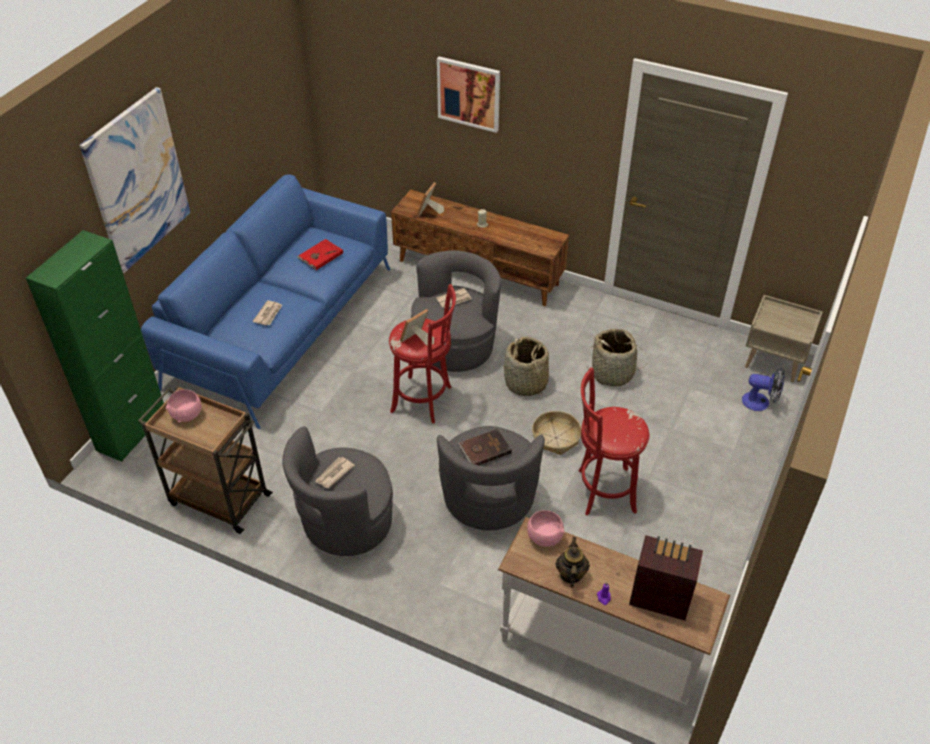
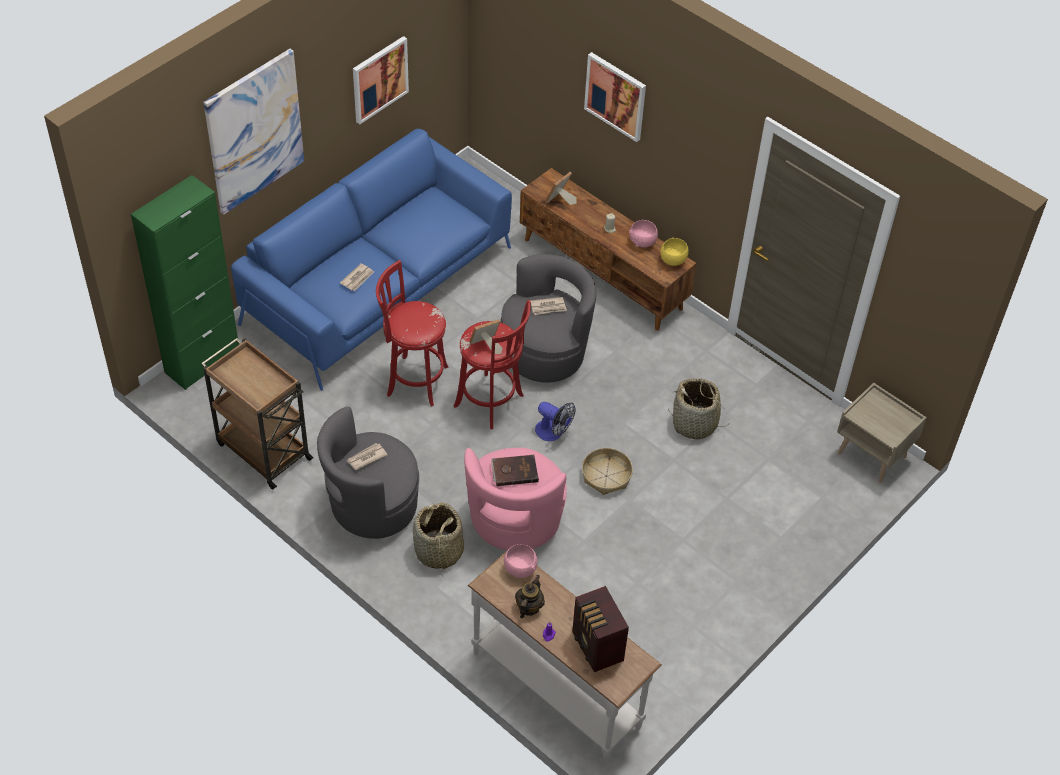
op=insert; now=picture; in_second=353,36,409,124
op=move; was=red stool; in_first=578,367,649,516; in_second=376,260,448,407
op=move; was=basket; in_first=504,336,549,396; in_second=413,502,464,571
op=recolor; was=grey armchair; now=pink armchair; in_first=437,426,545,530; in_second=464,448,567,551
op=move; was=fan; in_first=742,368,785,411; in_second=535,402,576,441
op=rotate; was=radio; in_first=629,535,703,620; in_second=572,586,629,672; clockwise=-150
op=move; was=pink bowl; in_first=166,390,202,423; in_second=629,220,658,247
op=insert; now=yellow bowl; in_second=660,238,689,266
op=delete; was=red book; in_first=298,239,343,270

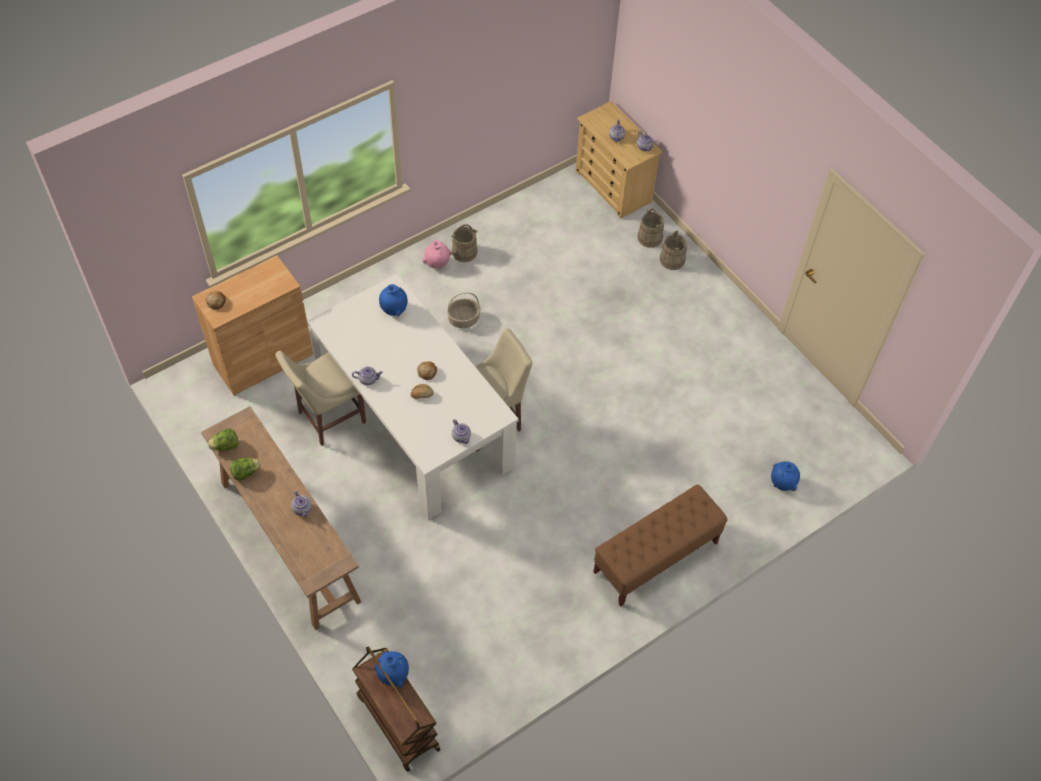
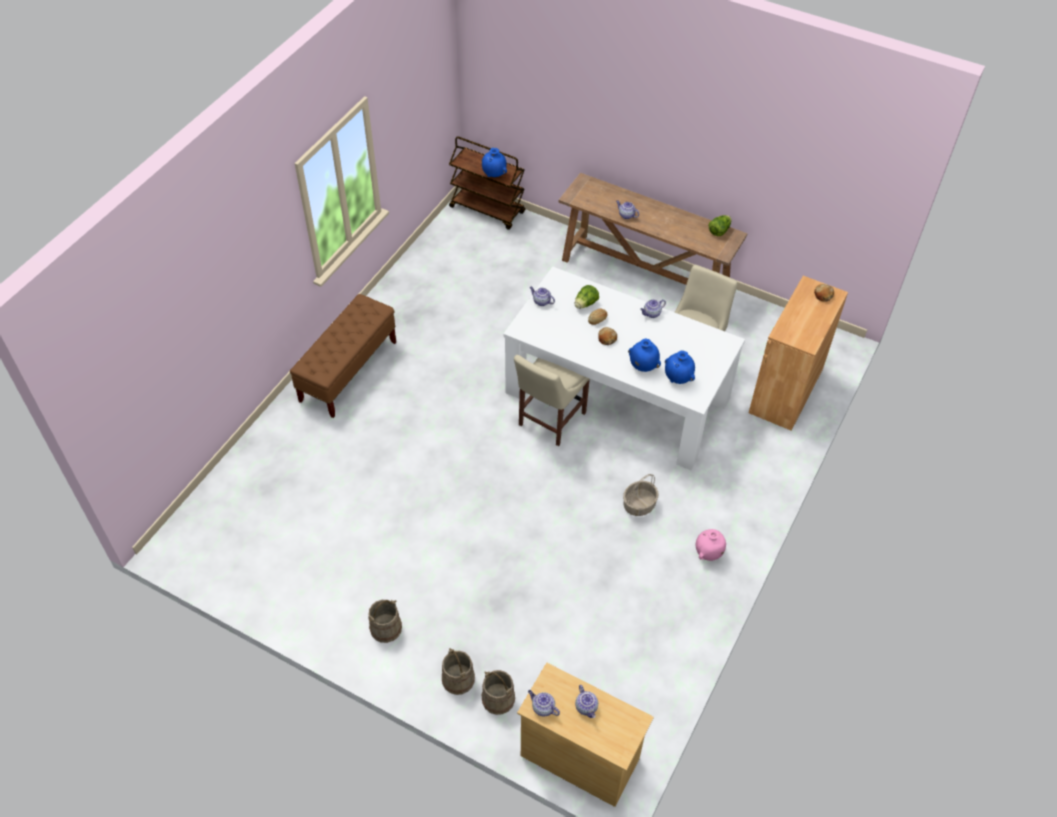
op=move; was=beige bucket; in_first=451,225,478,262; in_second=368,600,402,643
op=move; was=lettuce; in_first=230,458,261,481; in_second=574,285,599,309
op=move; was=blue vase; in_first=771,462,800,491; in_second=628,339,661,372

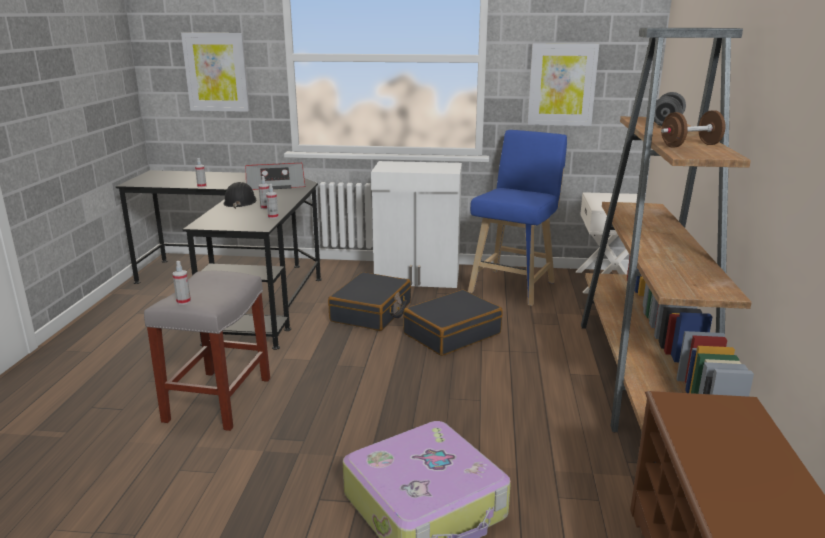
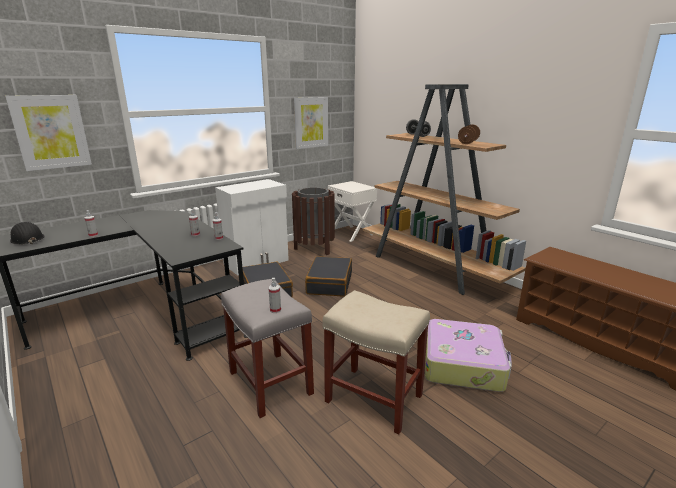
op=move; was=black hard hat; in_first=224,182,256,209; in_second=10,222,45,245
op=replace; was=blue stool; now=brown trash can; in_first=468,130,567,306; in_second=292,187,335,255
op=insert; now=beige stool; in_second=323,290,430,434
op=delete; was=radio; in_first=246,163,305,190

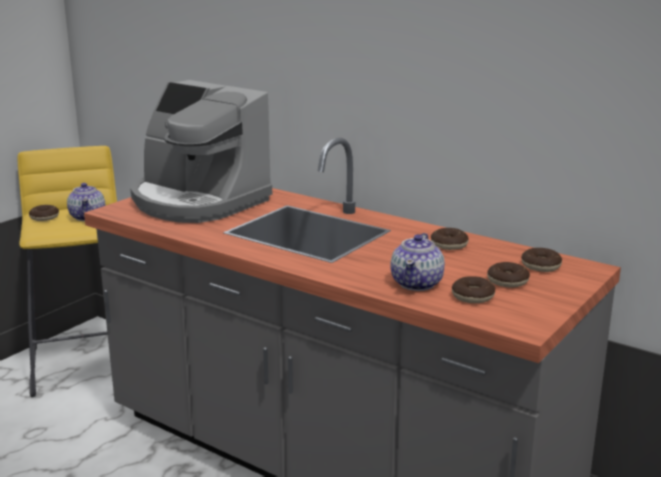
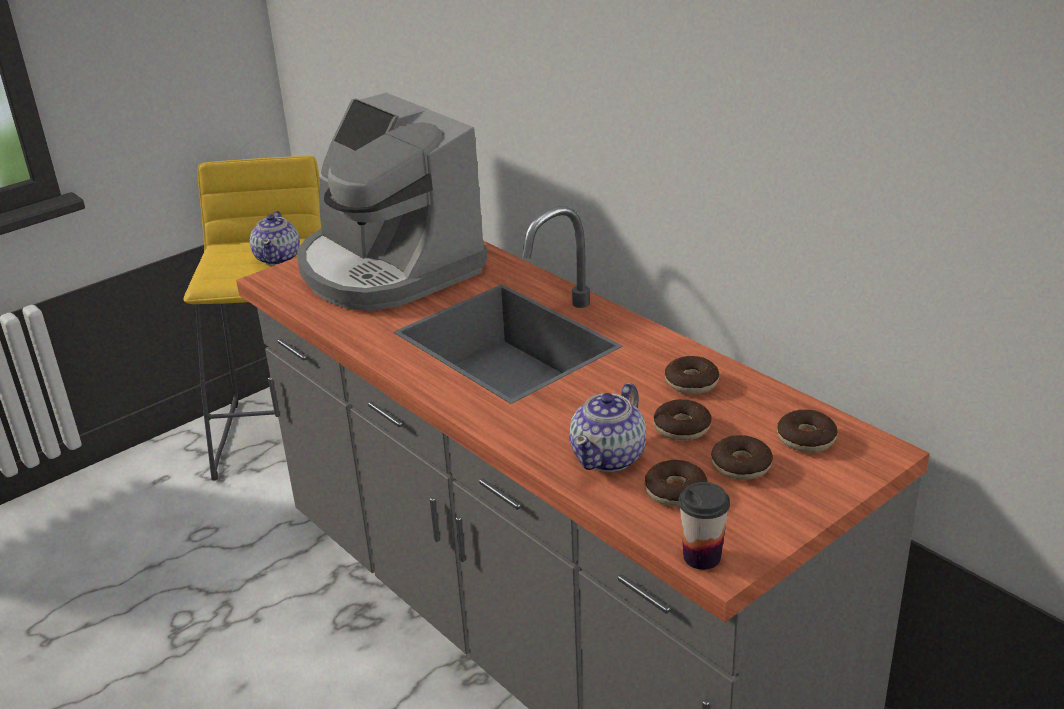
op=move; was=donut; in_first=29,205,59,221; in_second=653,399,711,441
op=insert; now=cup; in_second=679,482,730,570

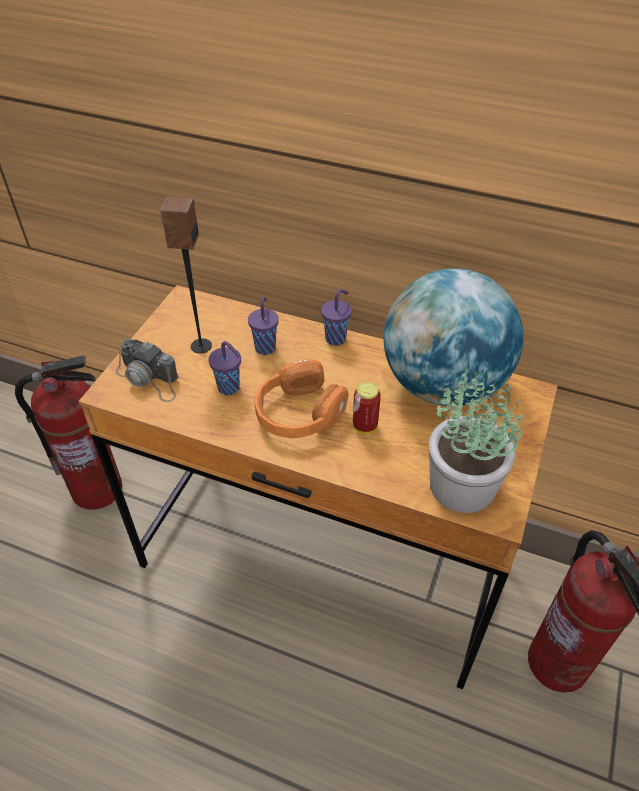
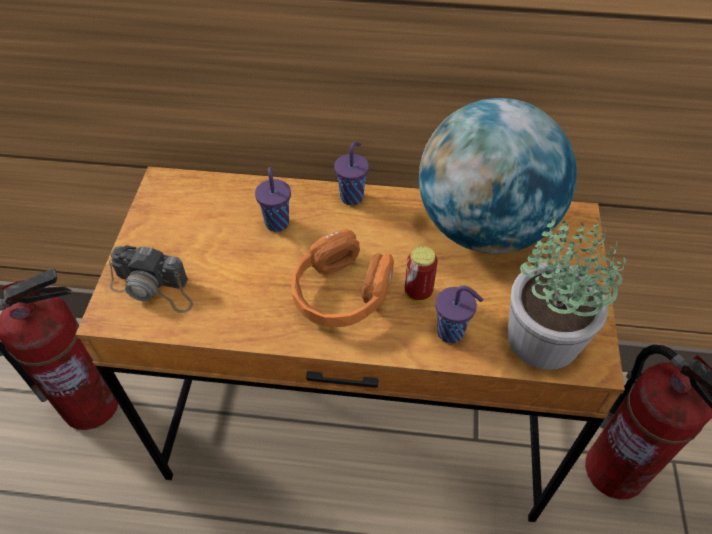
op=move; was=purple cup; in_first=208,341,241,395; in_second=435,286,483,343
op=delete; was=speaker; in_first=160,197,212,353

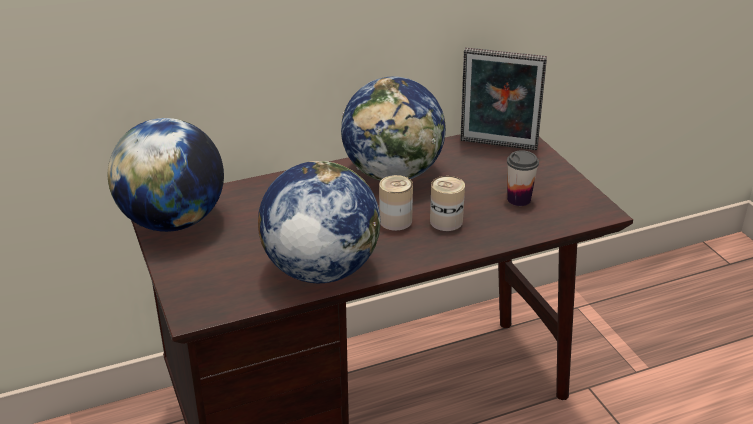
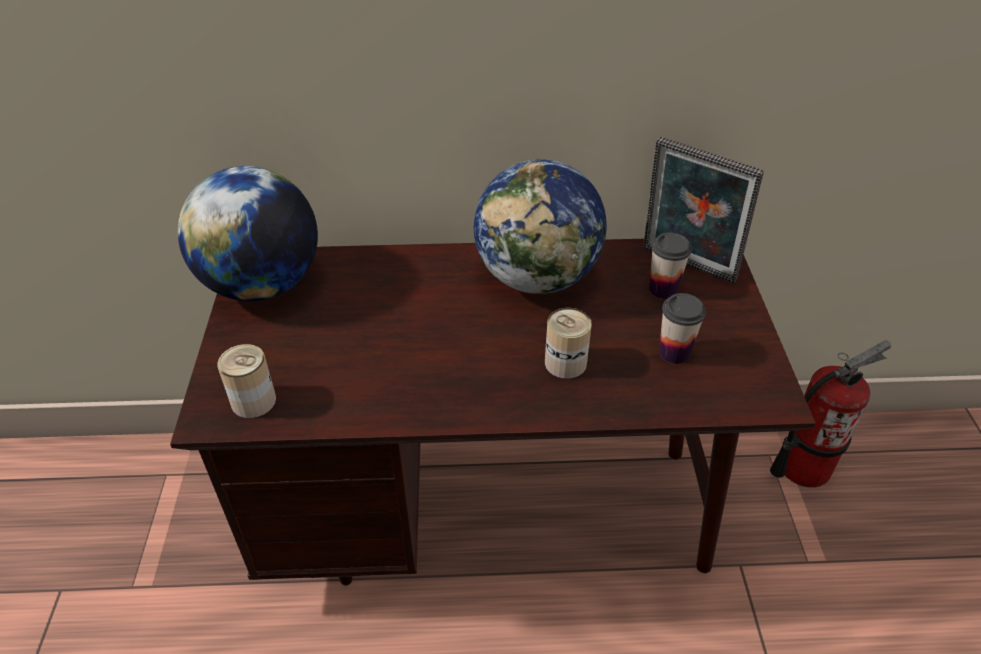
op=move; was=can; in_first=379,175,413,231; in_second=217,344,276,418
op=insert; now=cup; in_second=649,233,692,299
op=insert; now=fire extinguisher; in_second=770,340,891,488
op=delete; was=globe; in_first=258,161,380,283

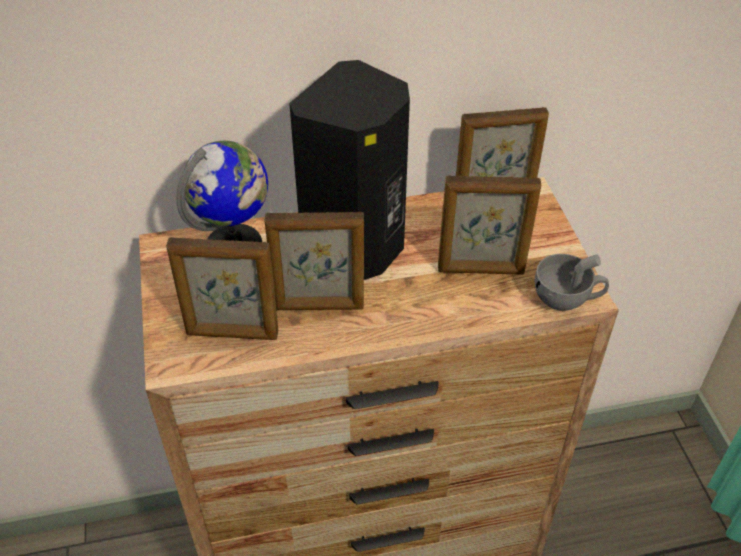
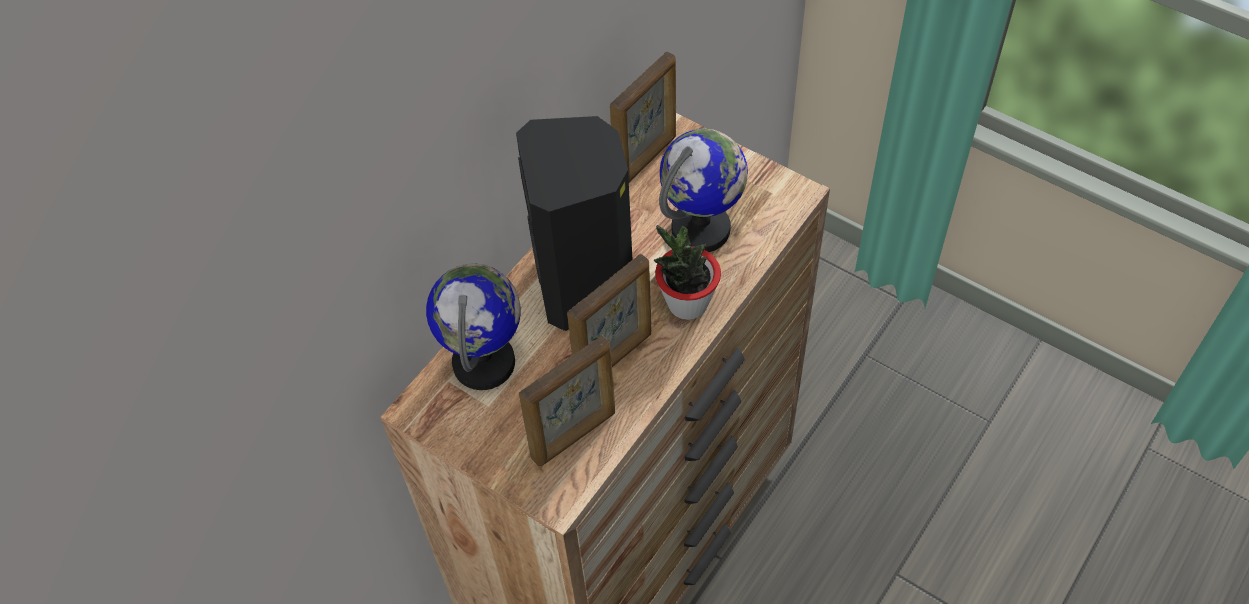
op=insert; now=potted plant; in_second=654,225,721,320
op=replace; was=picture frame; now=globe; in_first=438,175,541,274; in_second=659,129,748,252
op=delete; was=grey cup; in_first=535,254,609,311

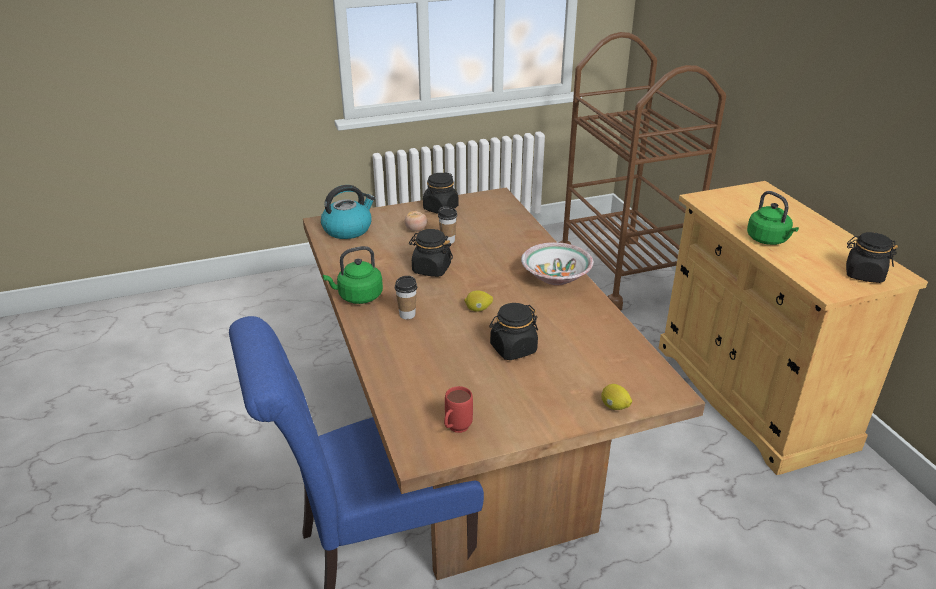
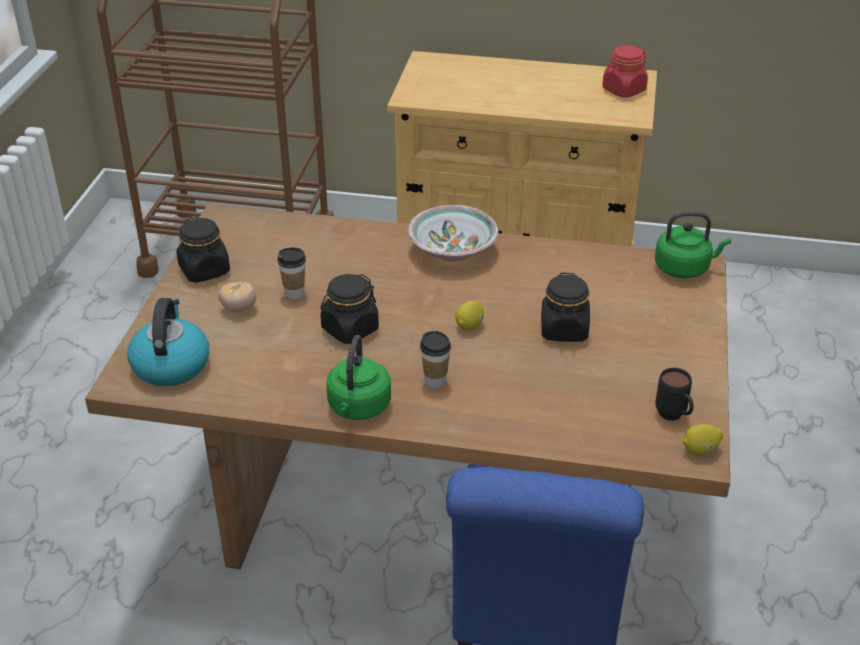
op=recolor; was=black jar; now=red jar; in_first=846,232,898,283; in_second=602,45,648,98
op=move; was=green kettle; in_first=747,191,799,245; in_second=655,211,731,278
op=recolor; was=red mug; now=black mug; in_first=444,386,473,433; in_second=655,368,694,421
op=move; was=lemon; in_first=601,384,632,410; in_second=683,424,723,456

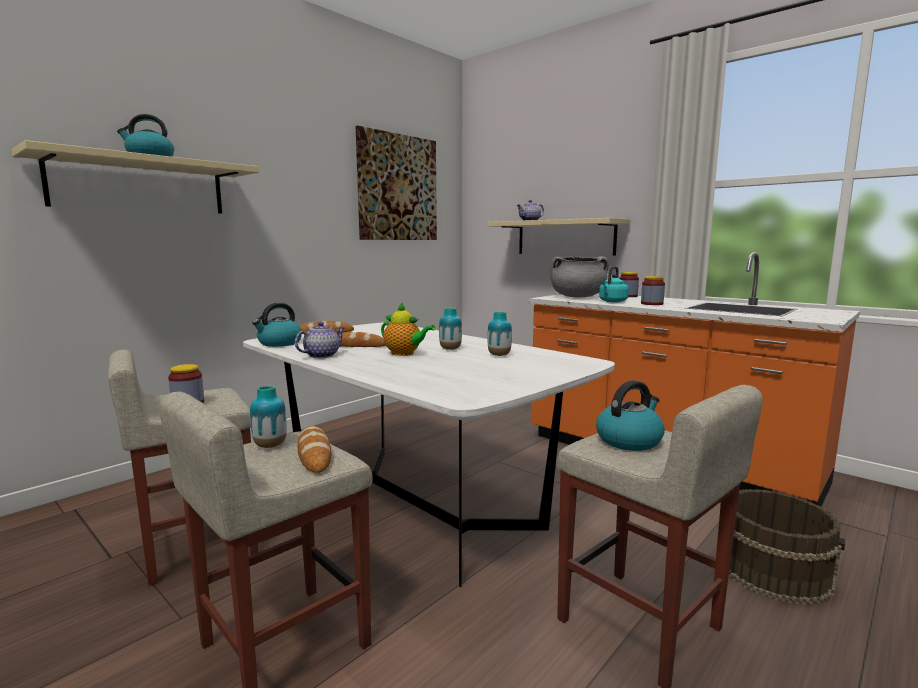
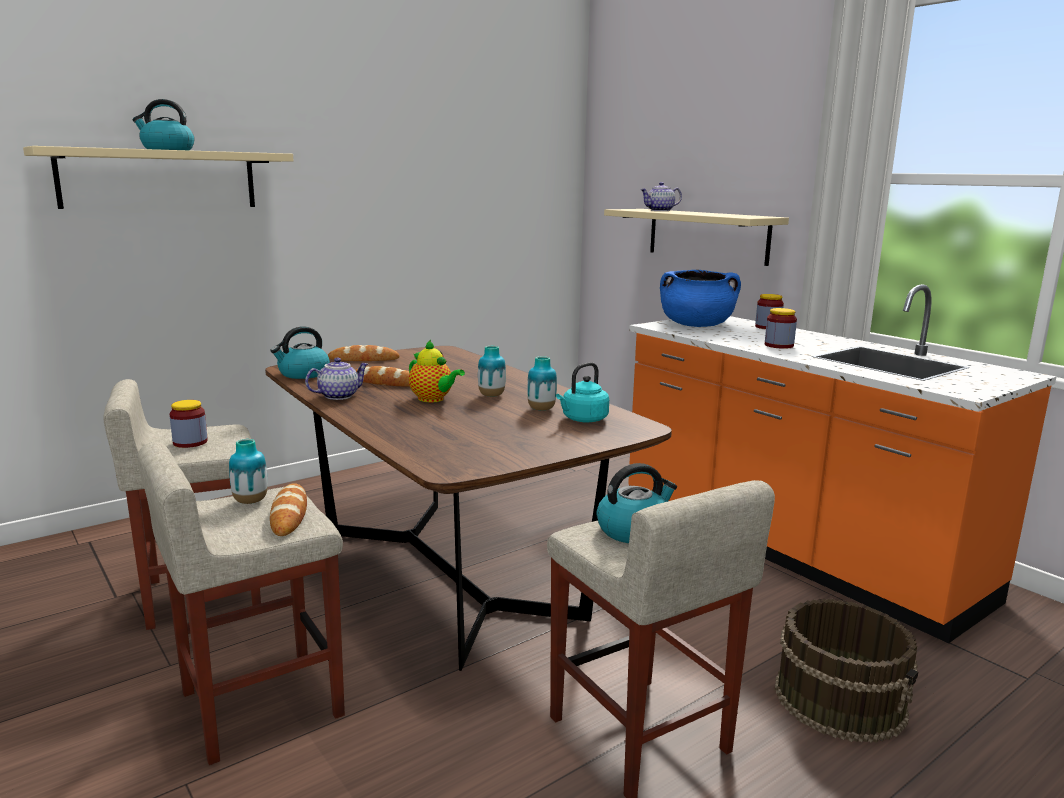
op=recolor; was=white dining table; now=brown dining table; in_first=243,323,615,587; in_second=265,346,672,671
op=move; was=turquoise kettle; in_first=599,266,629,302; in_second=556,362,609,423
op=recolor; was=grey cooking pot; now=blue cooking pot; in_first=550,256,609,297; in_second=660,270,741,327
op=delete; was=picture; in_first=356,126,437,240

